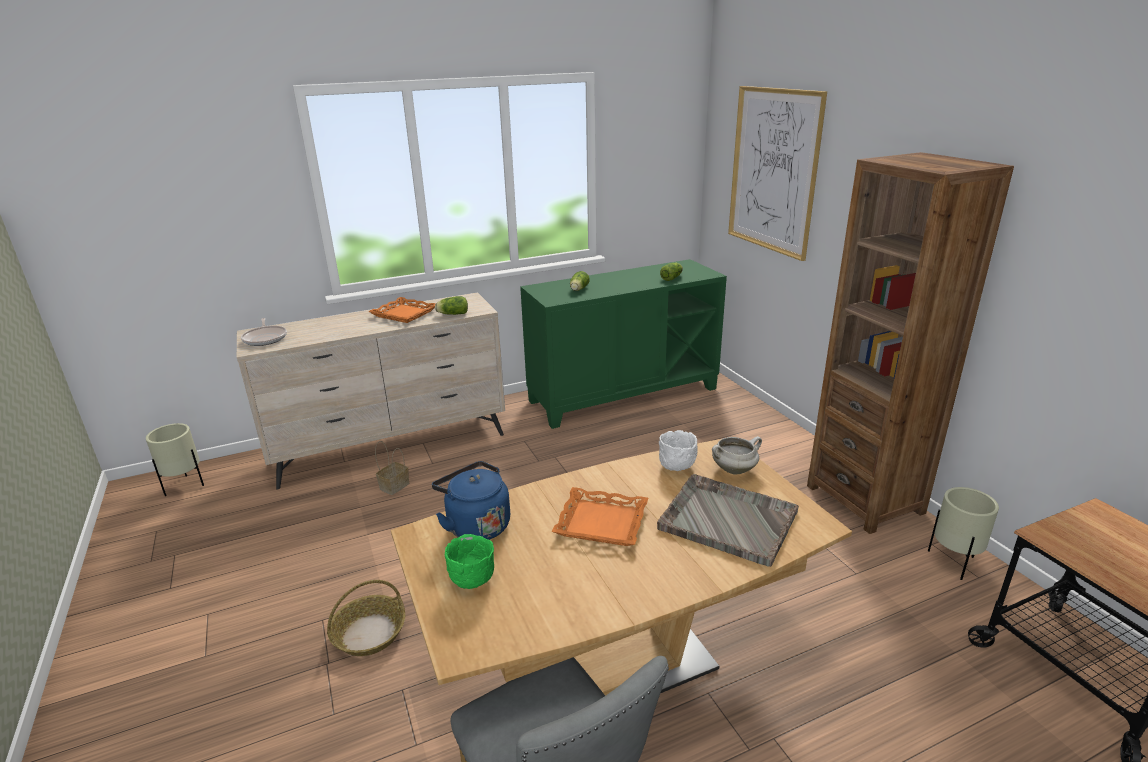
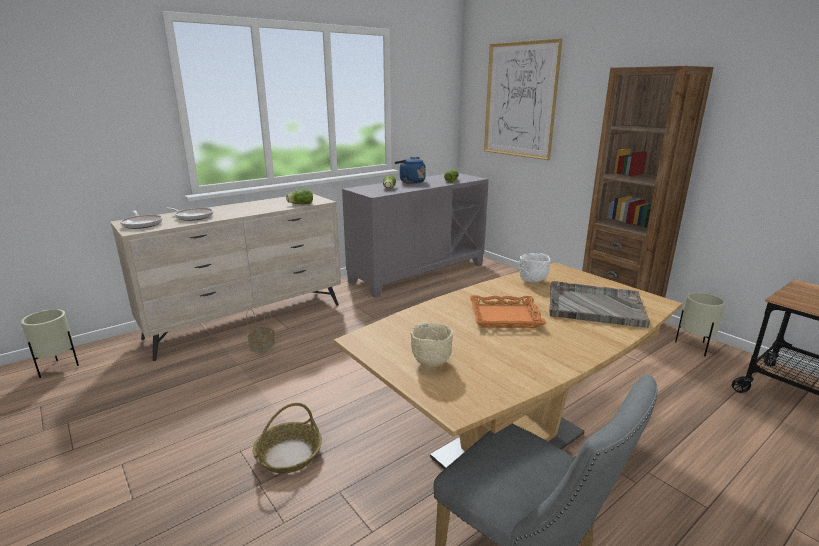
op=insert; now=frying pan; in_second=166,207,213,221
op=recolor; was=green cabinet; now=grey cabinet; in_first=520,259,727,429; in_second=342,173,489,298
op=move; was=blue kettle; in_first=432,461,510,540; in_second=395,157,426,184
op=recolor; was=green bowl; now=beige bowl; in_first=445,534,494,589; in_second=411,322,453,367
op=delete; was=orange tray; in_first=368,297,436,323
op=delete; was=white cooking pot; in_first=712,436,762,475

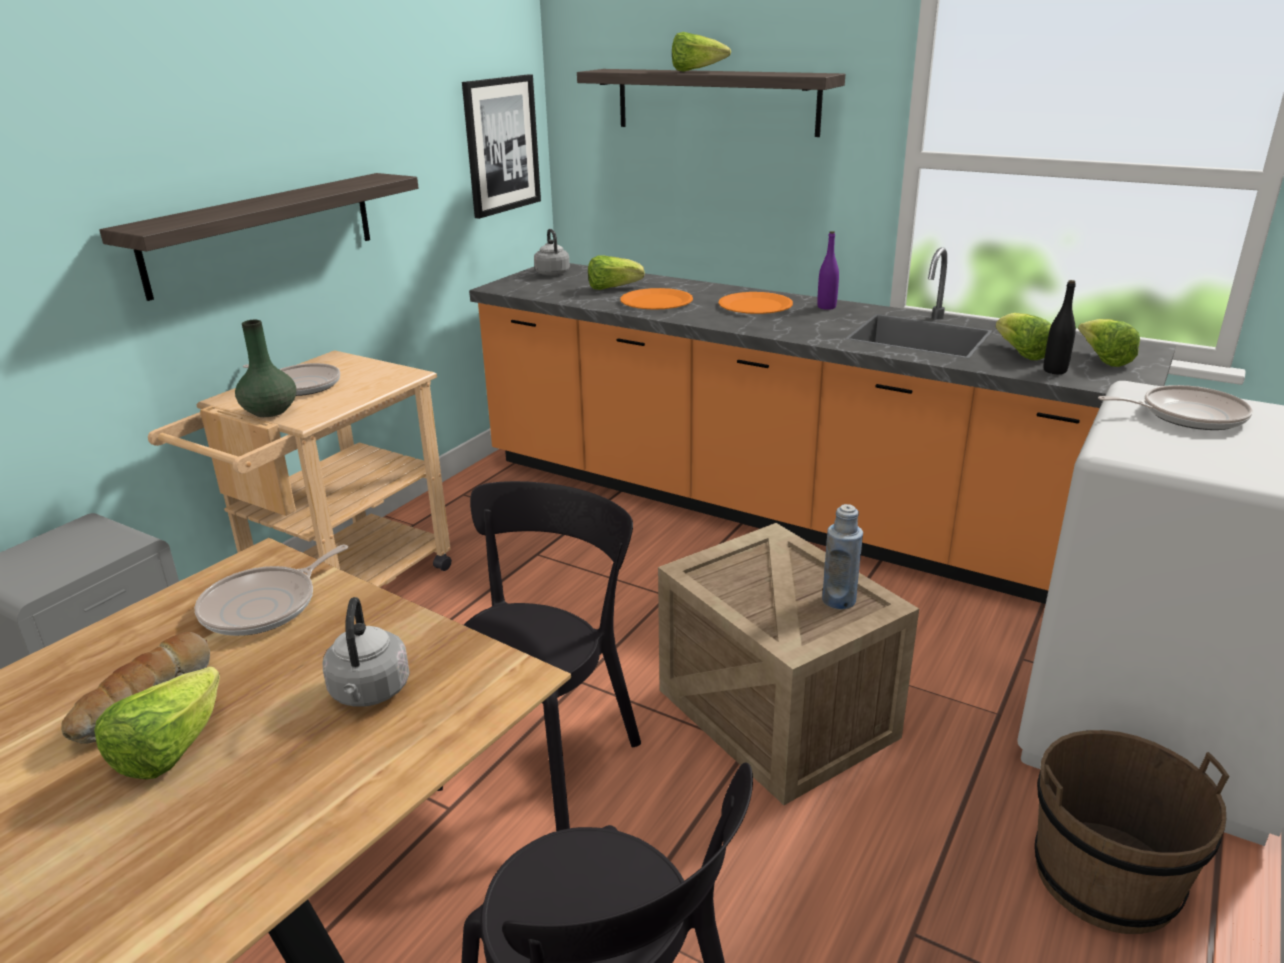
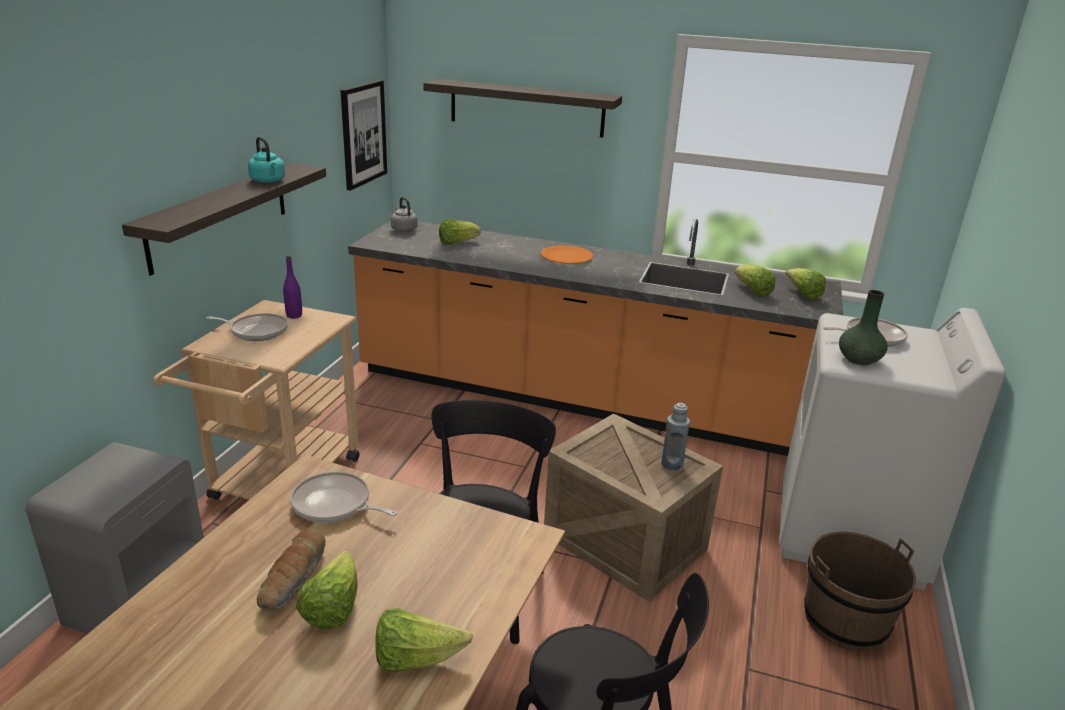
op=insert; now=turquoise kettle; in_second=248,137,285,183
op=move; was=purple bottle; in_first=817,231,839,310; in_second=283,256,302,319
op=rotate; was=frying pan; in_first=194,545,348,636; in_second=290,472,397,523; clockwise=90
op=move; was=lettuce; in_first=672,32,731,71; in_second=375,608,473,672
op=move; was=green vase; in_first=235,320,296,417; in_second=839,290,888,365
op=delete; was=grey kettle; in_first=323,597,410,707
op=delete; was=orange plate; in_first=620,288,693,310
op=delete; was=black bottle; in_first=1043,280,1076,374

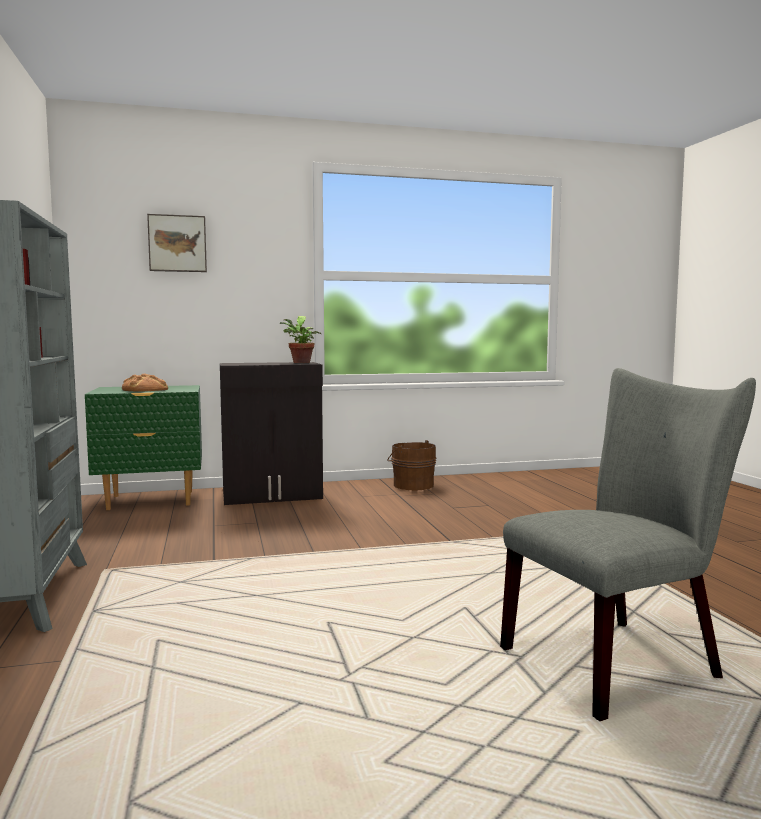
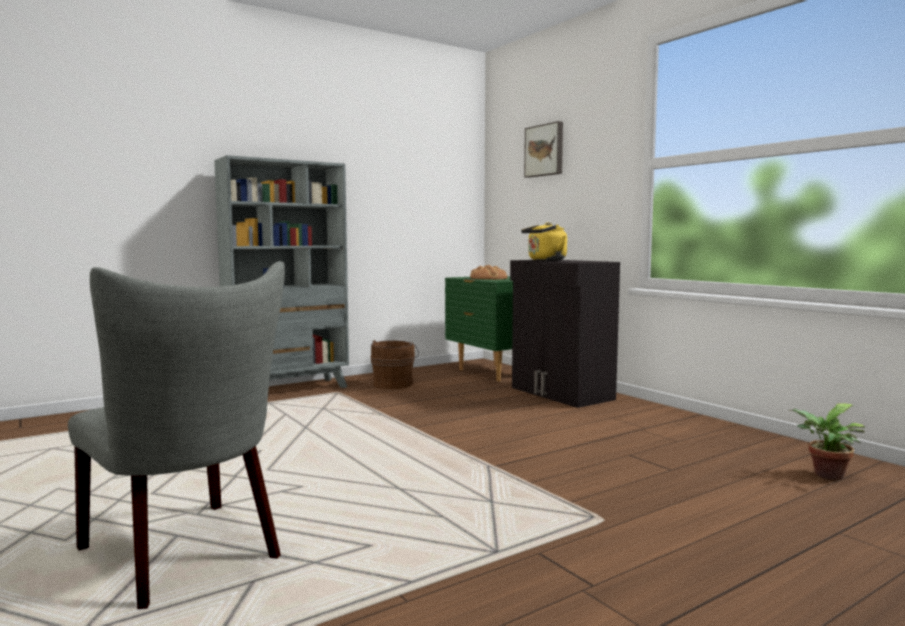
op=move; was=brown bucket; in_first=387,440,437,491; in_second=370,340,419,389
op=insert; now=yellow kettle; in_second=521,222,567,260
op=move; was=potted plant; in_first=280,316,322,363; in_second=788,403,865,480

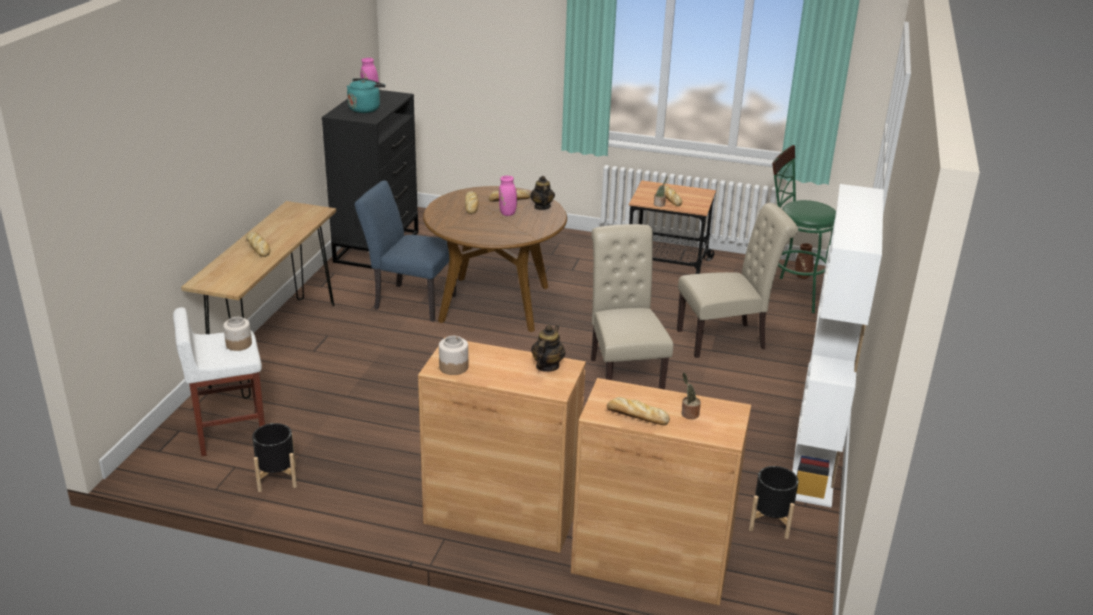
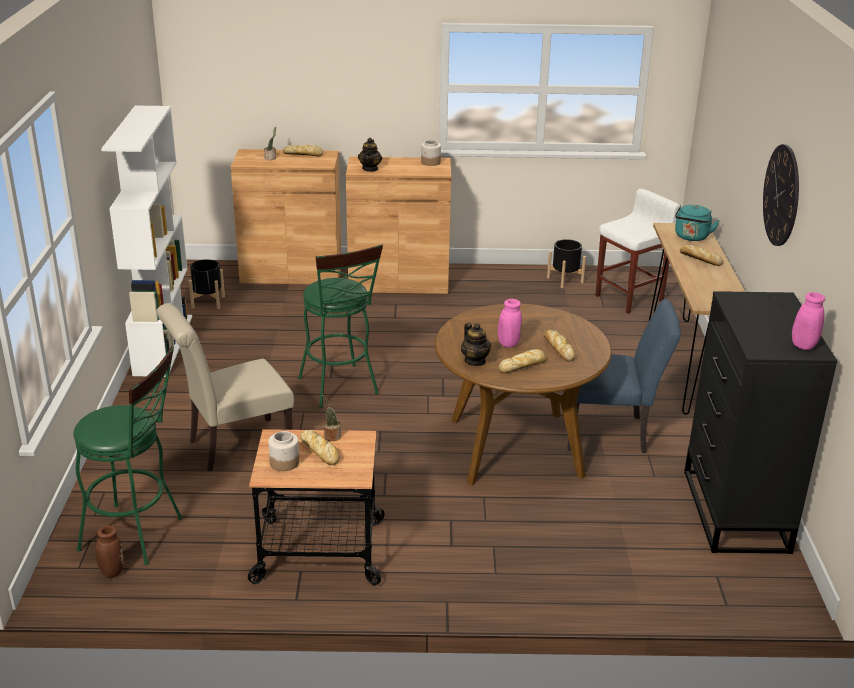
op=move; was=jar; in_first=223,317,252,351; in_second=268,431,299,471
op=replace; was=beige chair; now=green stool; in_first=591,224,673,390; in_second=298,244,383,408
op=move; was=turquoise kettle; in_first=347,78,385,113; in_second=675,205,720,241
op=insert; now=wall clock; in_second=763,144,799,246

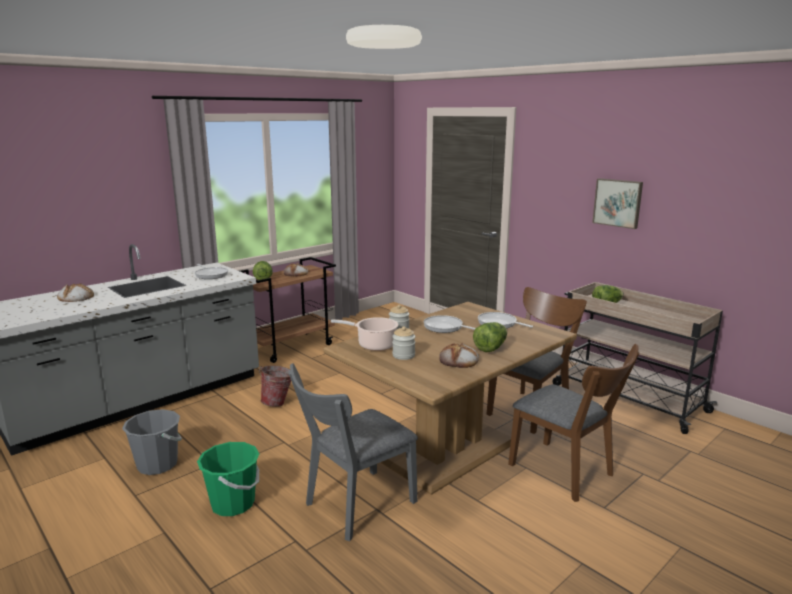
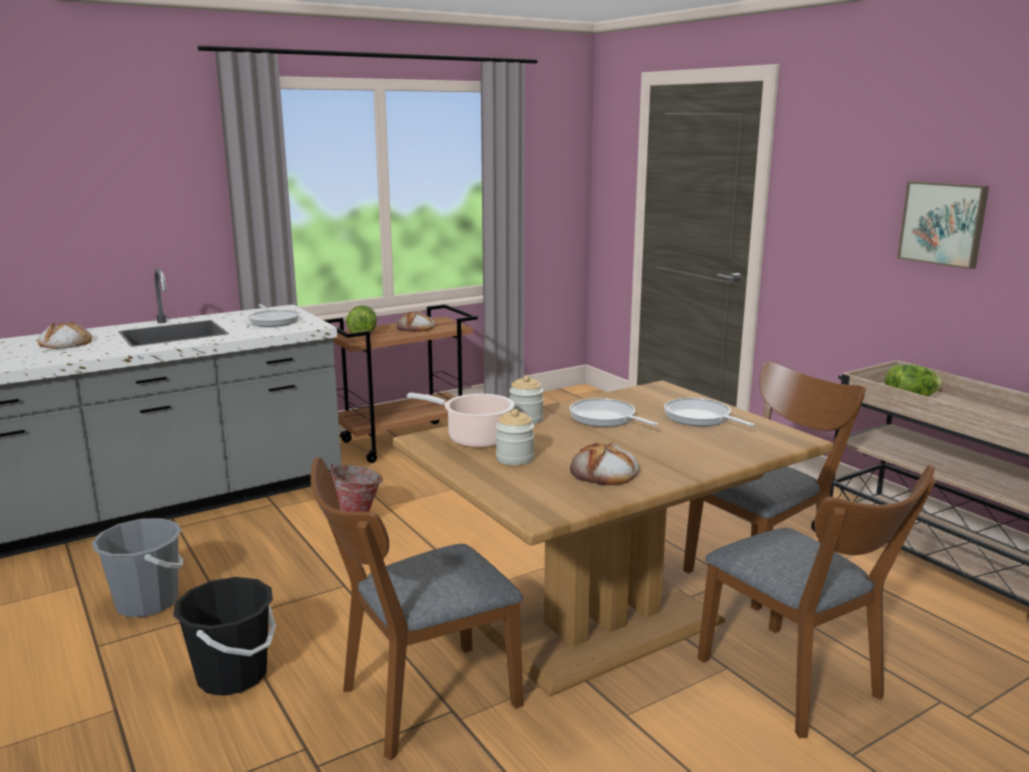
op=recolor; was=green bucket; now=black bucket; in_first=197,442,259,516; in_second=174,577,276,696
op=recolor; was=grey chair; now=brown chair; in_first=289,363,418,541; in_second=310,457,523,760
op=delete; was=lettuce; in_first=473,322,507,352

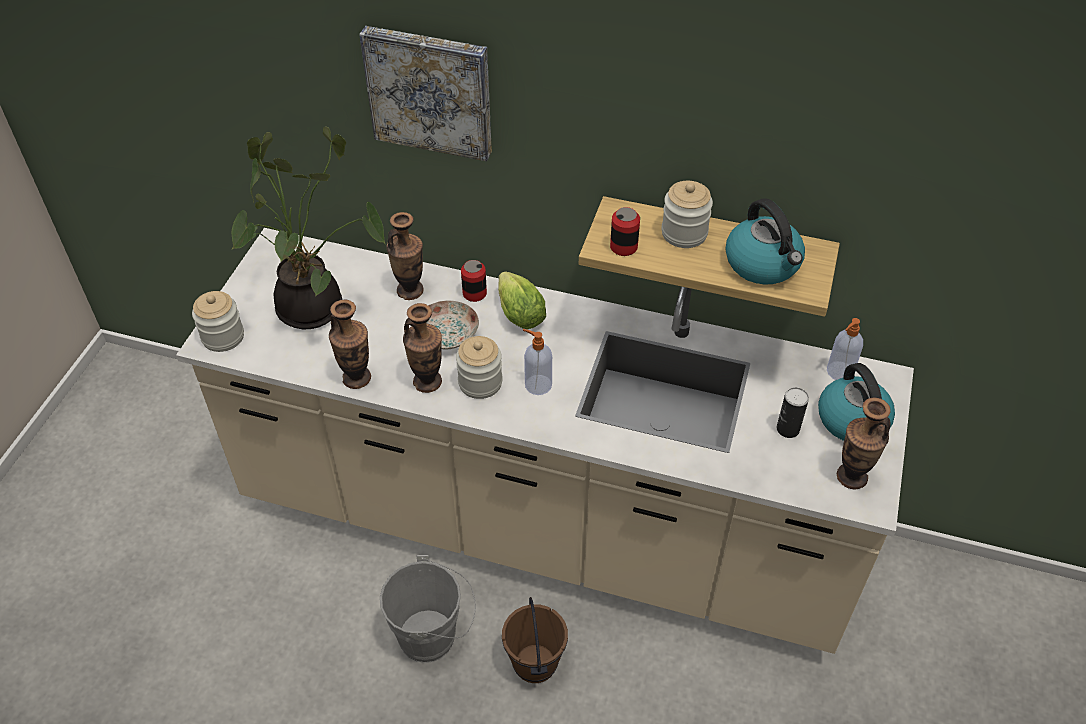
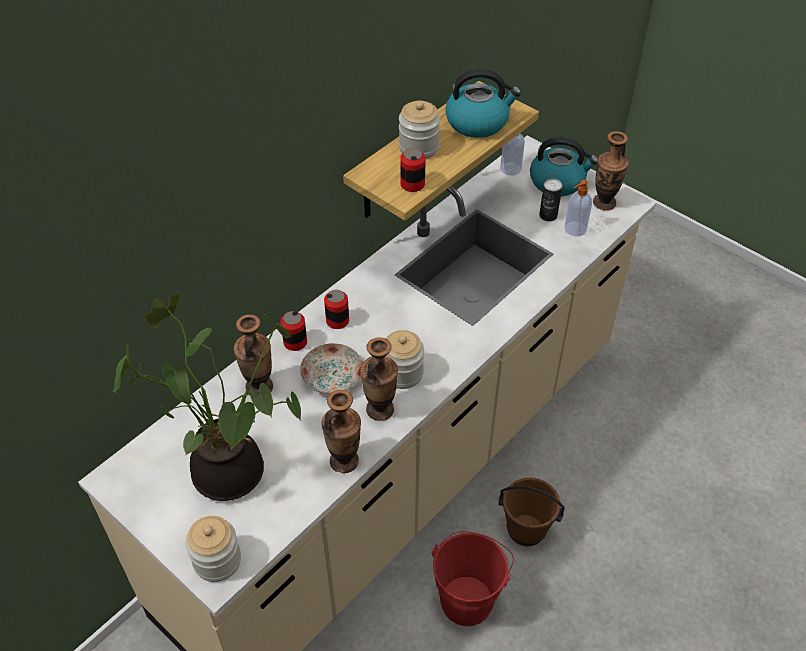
op=replace; was=lettuce; now=can; in_first=498,271,546,329; in_second=324,290,349,329
op=recolor; was=grey bucket; now=red bucket; in_first=380,555,476,663; in_second=432,531,514,626
op=move; was=soap dispenser; in_first=523,329,552,395; in_second=564,180,592,236
op=delete; was=picture; in_first=359,26,492,162

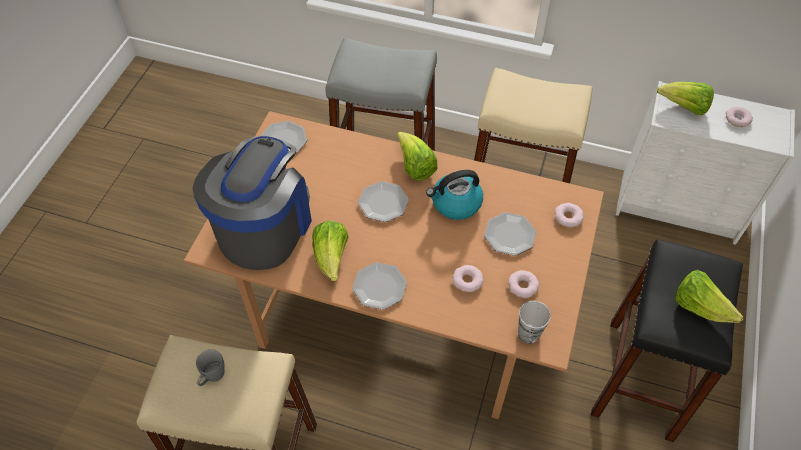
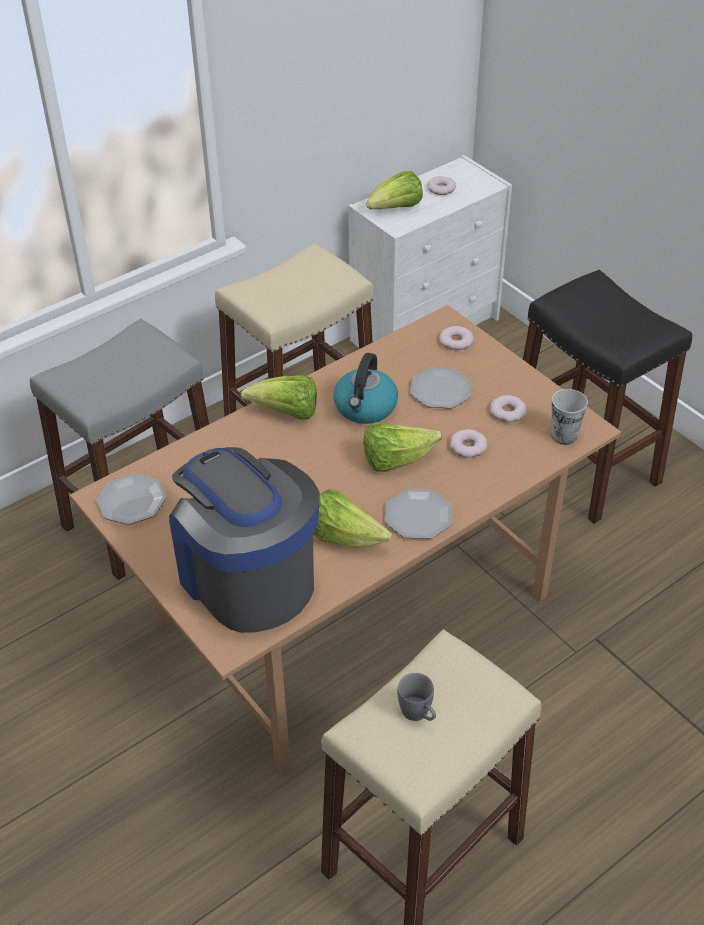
op=move; was=lettuce; in_first=675,270,744,323; in_second=363,422,442,472
op=delete; was=plate; in_first=358,181,409,222

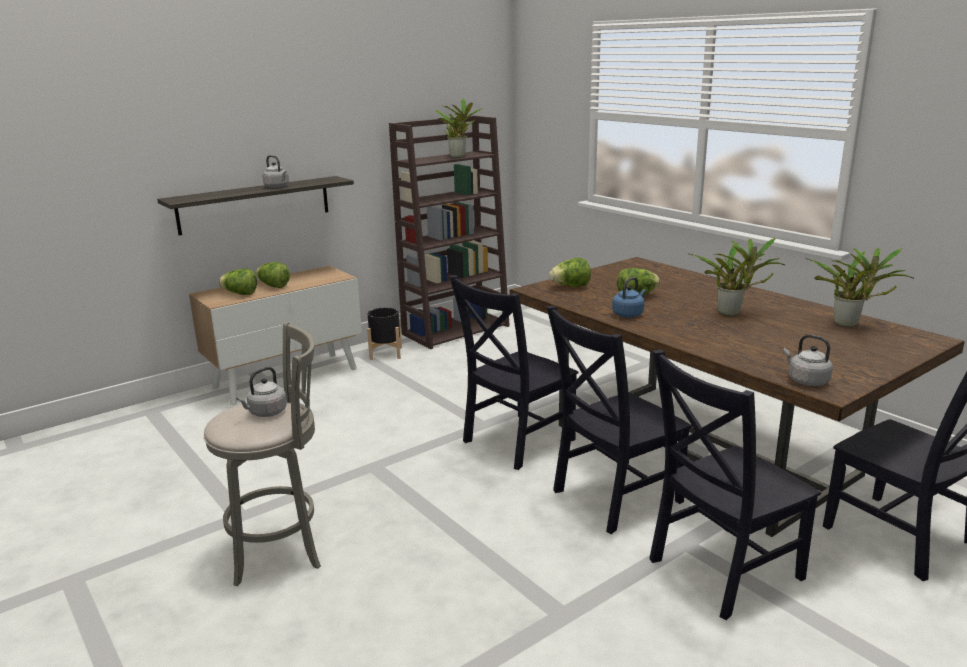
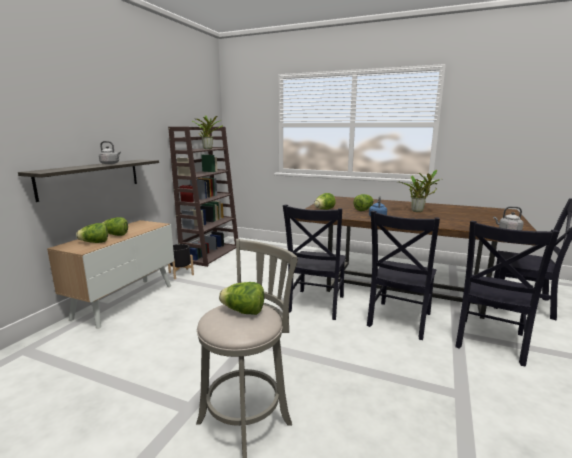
op=replace; was=grey kettle; now=lettuce; in_first=236,367,287,417; in_second=219,282,264,315
op=delete; was=potted plant; in_first=806,248,914,327

